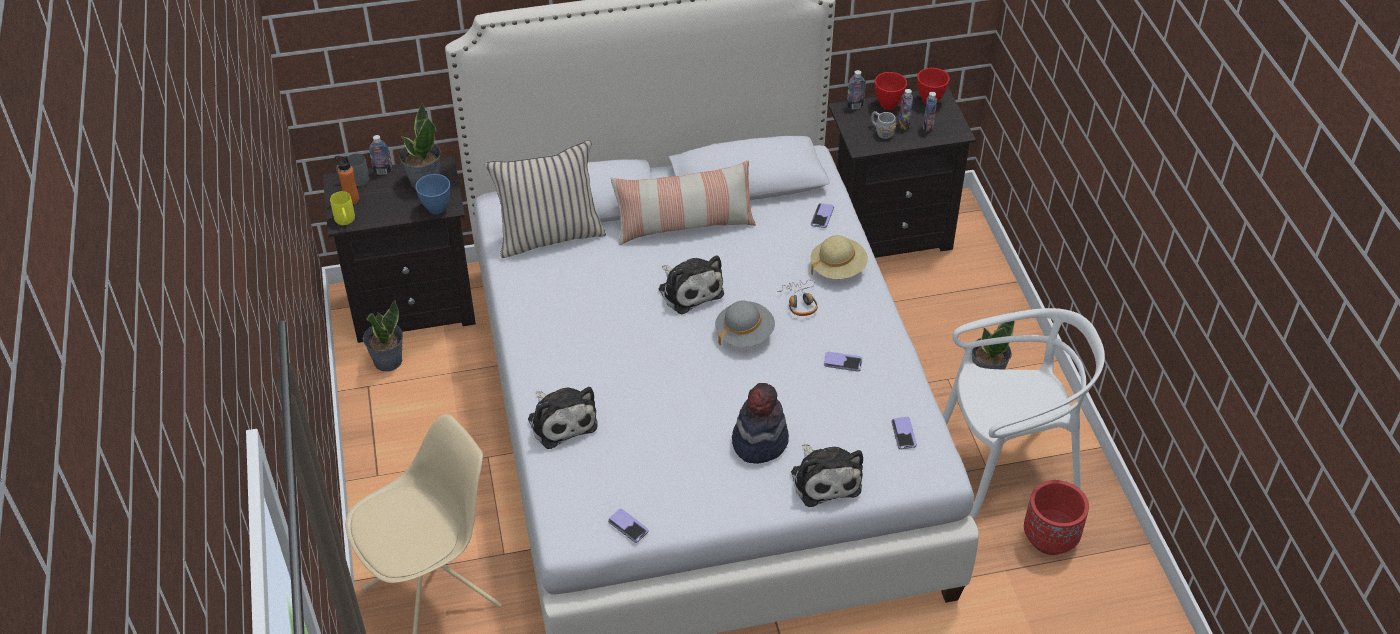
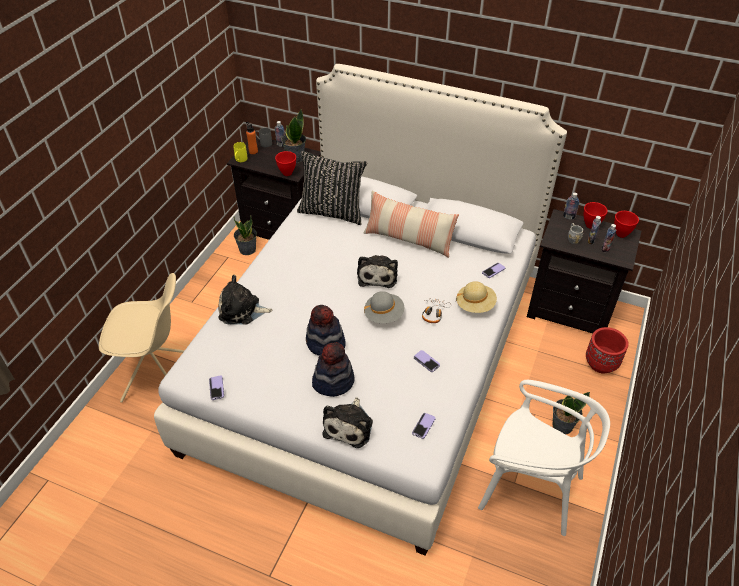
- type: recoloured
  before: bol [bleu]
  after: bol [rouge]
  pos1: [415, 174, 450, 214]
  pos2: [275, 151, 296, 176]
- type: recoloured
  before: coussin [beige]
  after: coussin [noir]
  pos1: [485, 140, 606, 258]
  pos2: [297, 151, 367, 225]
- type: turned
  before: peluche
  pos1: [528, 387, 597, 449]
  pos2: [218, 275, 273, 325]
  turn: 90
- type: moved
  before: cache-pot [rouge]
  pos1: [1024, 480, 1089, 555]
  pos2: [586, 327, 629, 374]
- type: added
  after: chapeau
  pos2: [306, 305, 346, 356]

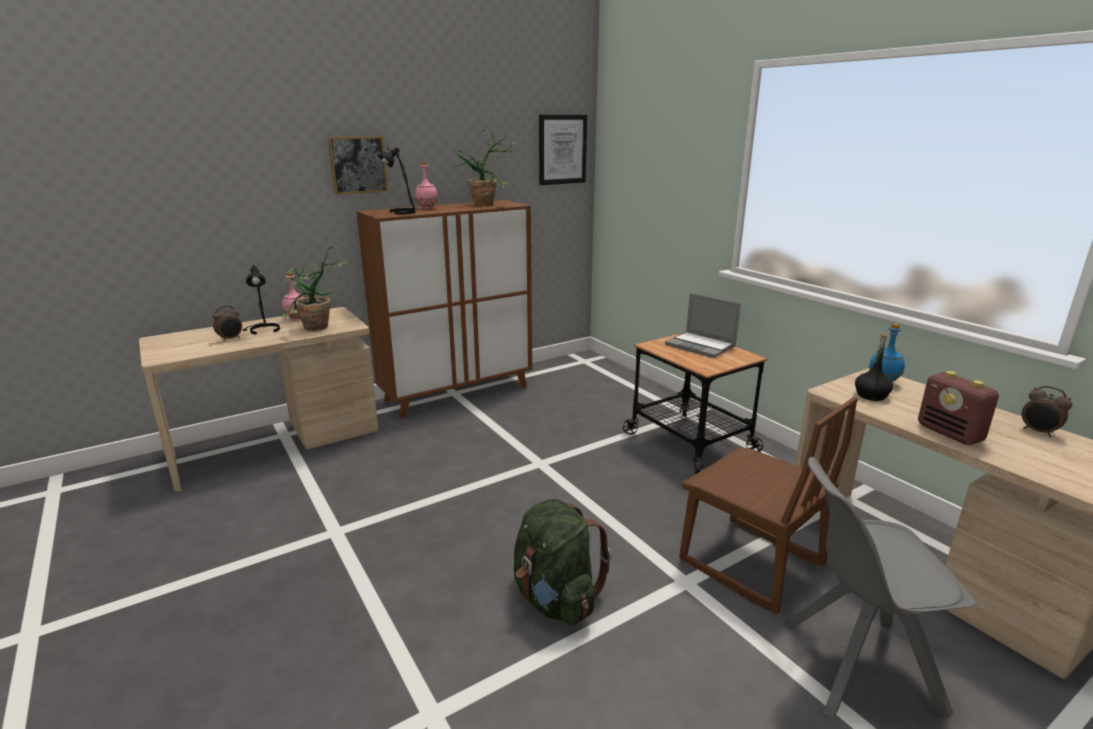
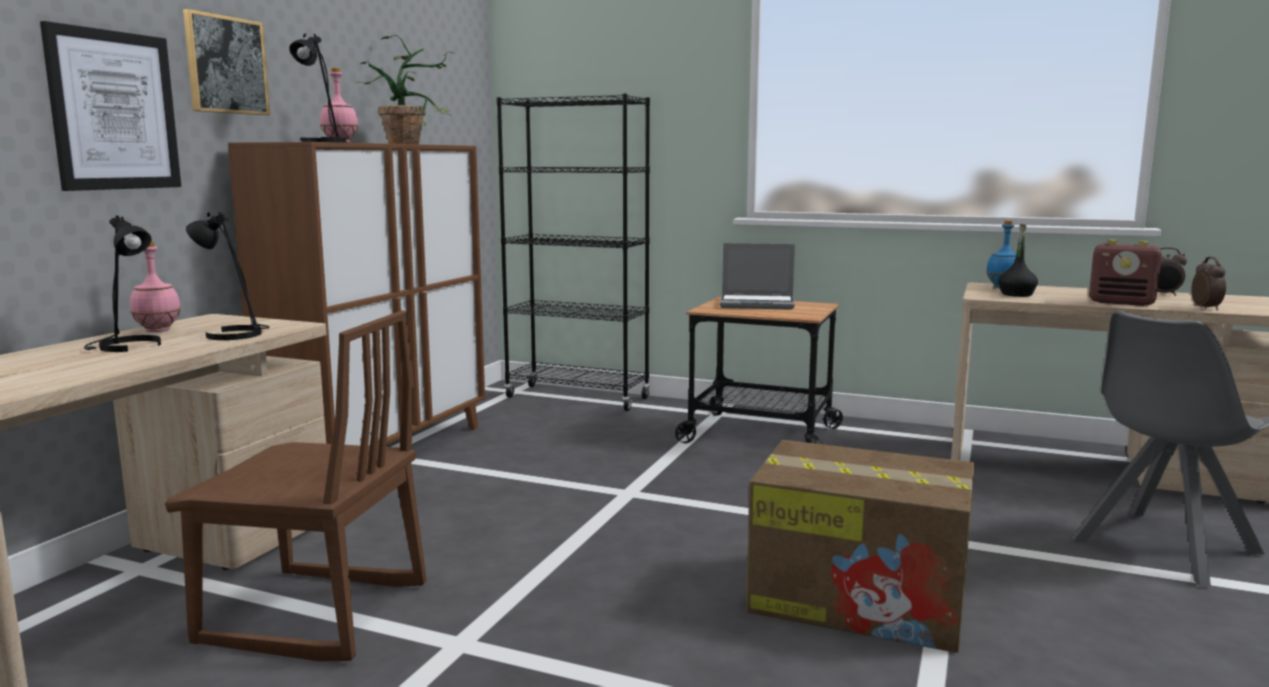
- type: moved
  before: réveil
  pos1: [213, 305, 242, 341]
  pos2: [1191, 257, 1226, 311]
- type: replaced
  before: plante en pot
  after: lampe de table [noir]
  pos1: [281, 246, 349, 331]
  pos2: [186, 212, 270, 340]
- type: replaced
  before: sac à dos [vert]
  after: carton
  pos1: [514, 499, 611, 626]
  pos2: [746, 440, 975, 653]
- type: moved
  before: tableau
  pos1: [539, 115, 587, 185]
  pos2: [40, 21, 181, 191]
- type: moved
  before: chaise [marron]
  pos1: [679, 397, 858, 614]
  pos2: [165, 310, 426, 661]
- type: added
  after: bibliothèque [noir]
  pos2: [496, 94, 650, 411]

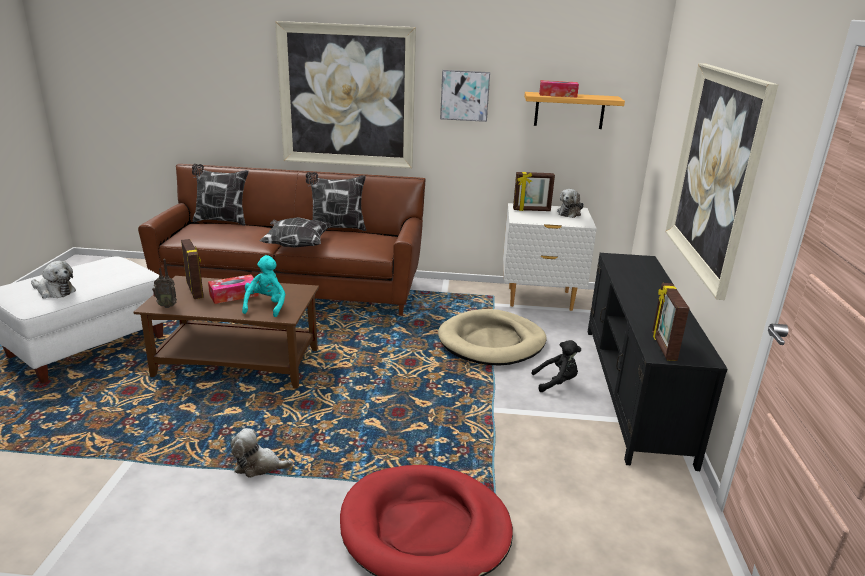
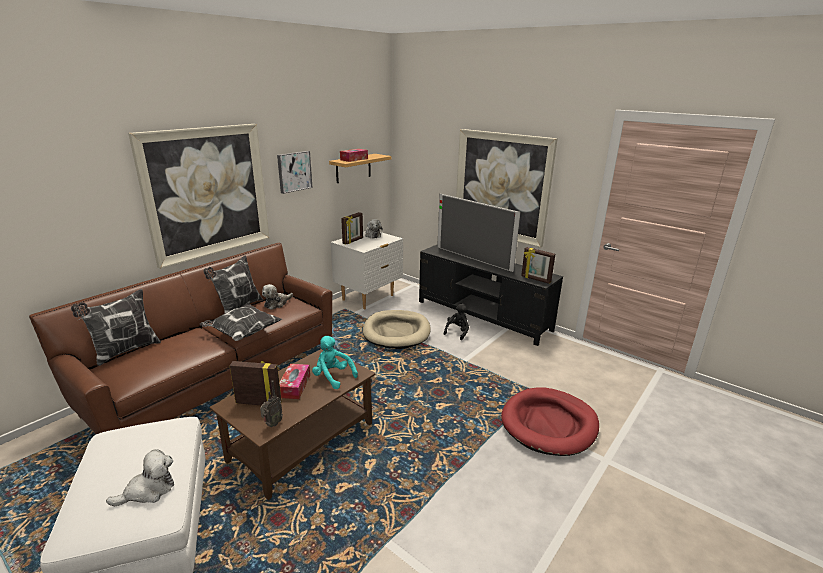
- type: moved
  before: peluche
  pos1: [230, 428, 293, 478]
  pos2: [262, 284, 293, 310]
- type: added
  after: téléviseur
  pos2: [437, 194, 521, 272]

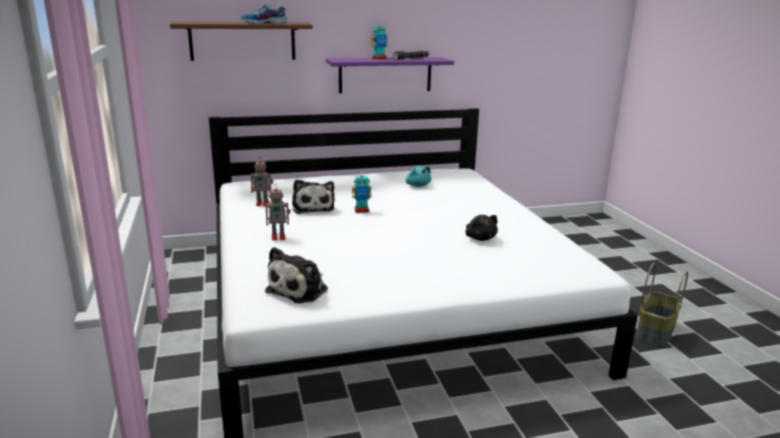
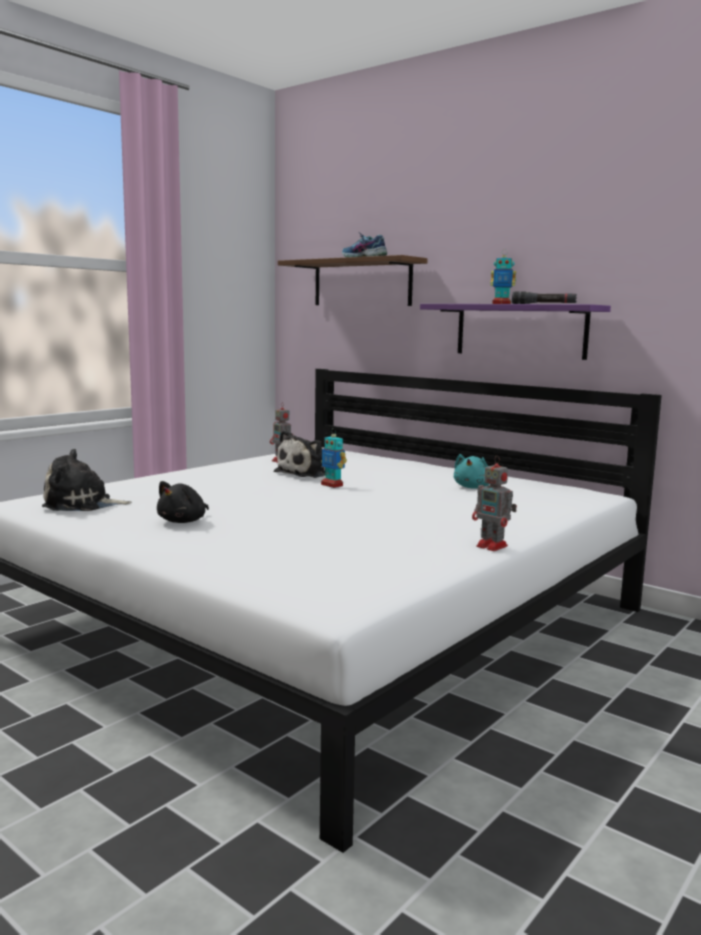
- type: moved
  before: robot jouet
  pos1: [265, 184, 291, 241]
  pos2: [472, 456, 517, 551]
- type: moved
  before: peluche [noir]
  pos1: [465, 215, 498, 241]
  pos2: [157, 481, 209, 523]
- type: removed
  before: panier
  pos1: [636, 263, 688, 347]

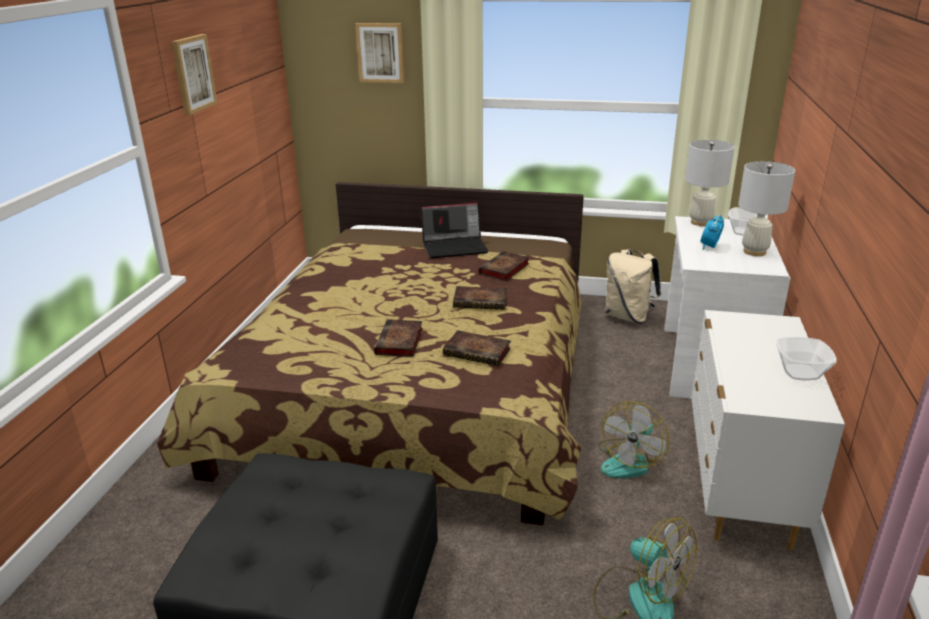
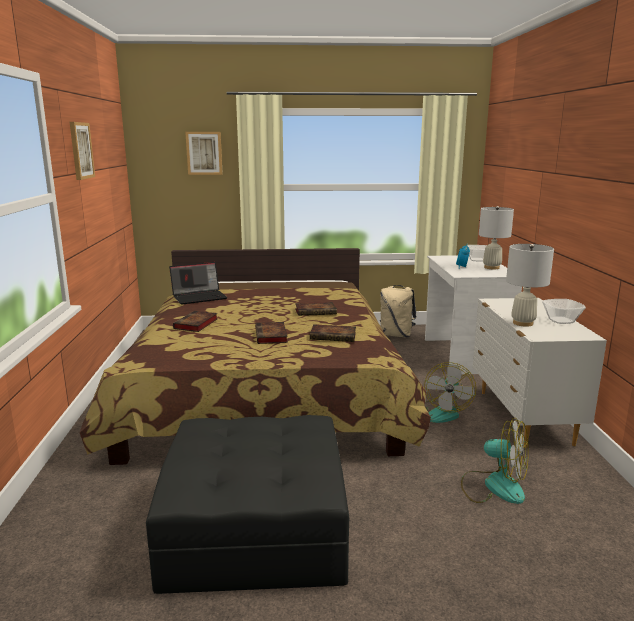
- type: moved
  before: ordinateur portable
  pos1: [421, 201, 489, 258]
  pos2: [169, 262, 228, 305]
- type: moved
  before: livre
  pos1: [479, 251, 530, 281]
  pos2: [173, 311, 218, 332]
- type: moved
  before: lampe de table [blanc]
  pos1: [685, 140, 734, 226]
  pos2: [506, 244, 554, 327]

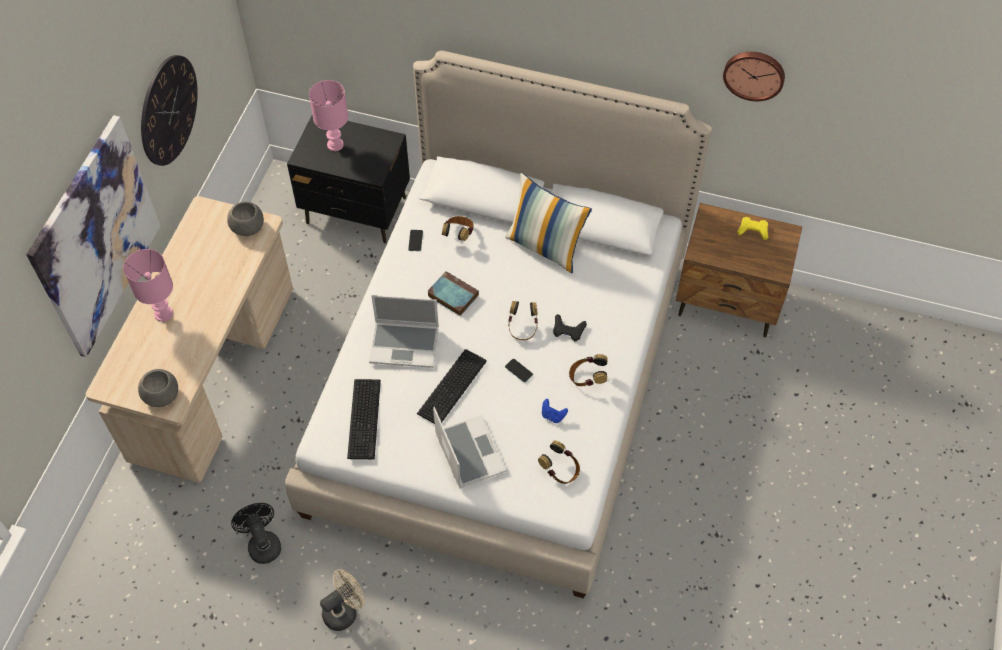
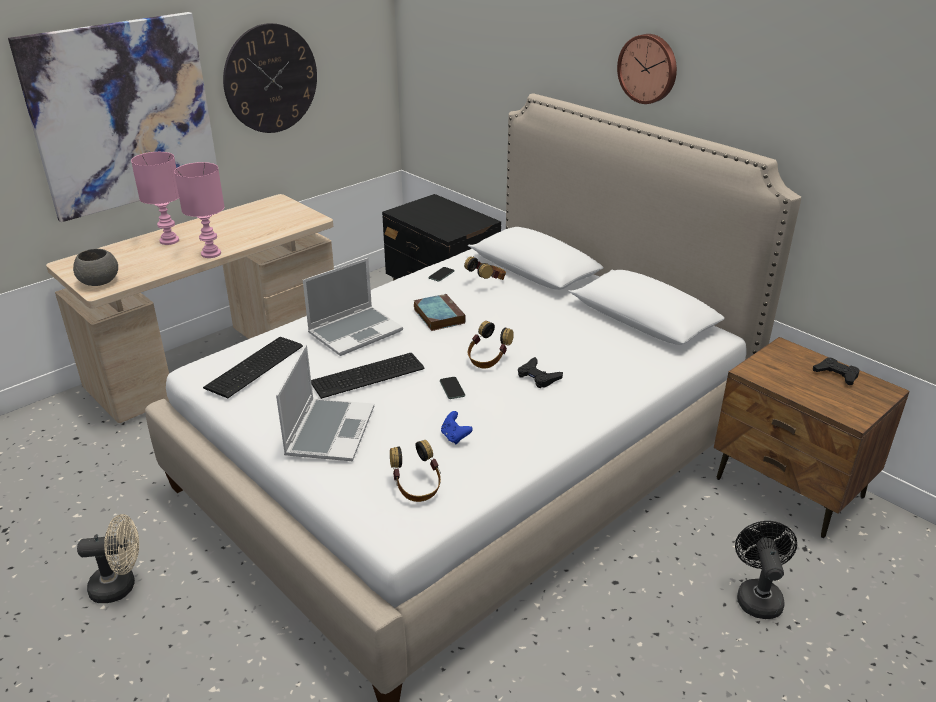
- type: removed
  before: bol [gris]
  pos1: [227, 201, 264, 236]
- type: moved
  before: ventilateur [noir]
  pos1: [231, 503, 281, 564]
  pos2: [735, 521, 797, 619]
- type: moved
  before: lampe de table [rose]
  pos1: [309, 80, 348, 151]
  pos2: [174, 162, 225, 258]
- type: turned
  before: ordinateur portable
  pos1: [369, 295, 439, 368]
  pos2: [303, 258, 403, 356]
  turn: -75
- type: removed
  before: coussin
  pos1: [505, 173, 592, 273]
- type: removed
  before: casque audio
  pos1: [569, 354, 608, 386]
- type: moved
  before: horloge murale
  pos1: [723, 52, 785, 101]
  pos2: [617, 34, 677, 104]
- type: recoloured
  before: manette [jaune]
  after: manette [noir]
  pos1: [737, 217, 768, 240]
  pos2: [813, 357, 860, 385]

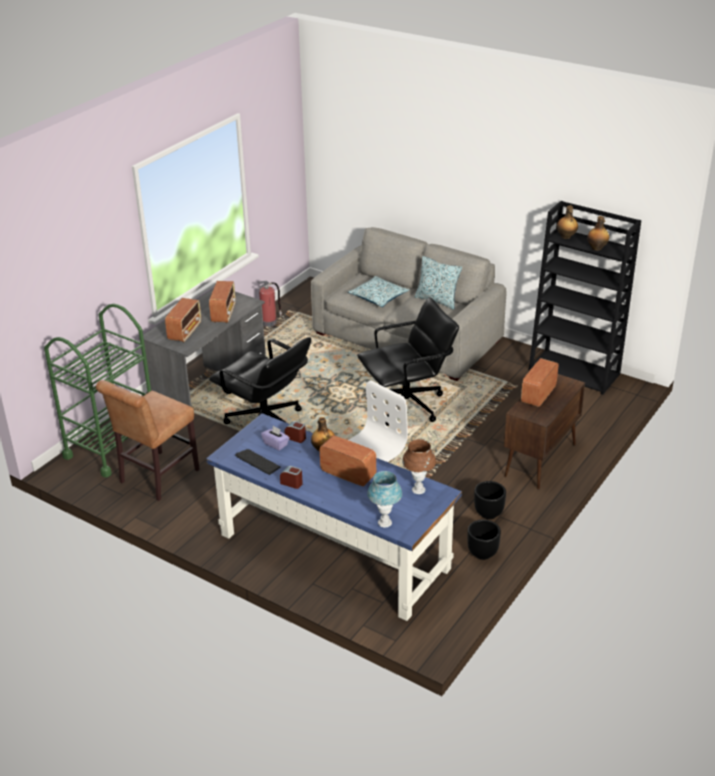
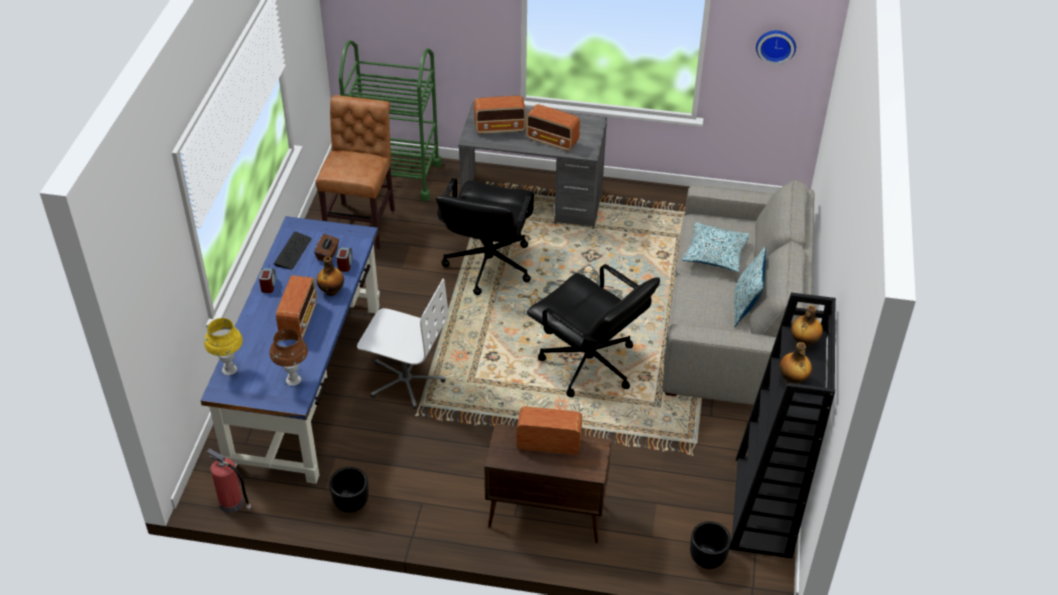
- type: turned
  before: chaise [marron]
  pos1: [96, 380, 200, 501]
  pos2: [315, 95, 395, 249]
  turn: 90
- type: turned
  before: radio
  pos1: [209, 281, 236, 323]
  pos2: [526, 104, 580, 151]
  turn: 45
- type: moved
  before: extincteur
  pos1: [257, 281, 282, 327]
  pos2: [206, 448, 251, 513]
- type: recoloured
  before: boîte à mouchoirs [violet]
  after: boîte à mouchoirs [marron]
  pos1: [261, 426, 290, 451]
  pos2: [314, 234, 339, 261]
- type: recoloured
  before: lampe de table [bleu]
  after: lampe de table [jaune]
  pos1: [367, 471, 402, 528]
  pos2: [204, 318, 243, 375]
- type: moved
  before: cache-pot [noir]
  pos1: [474, 481, 506, 519]
  pos2: [690, 521, 731, 569]
- type: added
  after: horloge murale
  pos2: [756, 30, 796, 65]

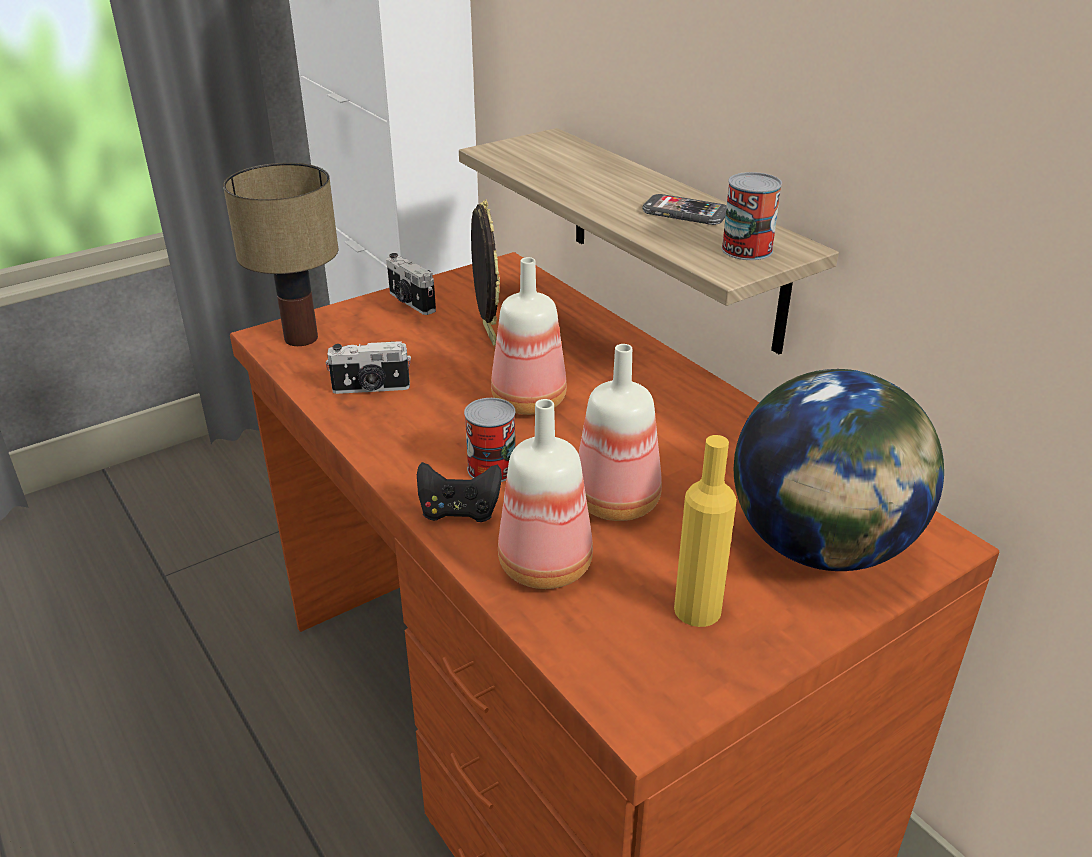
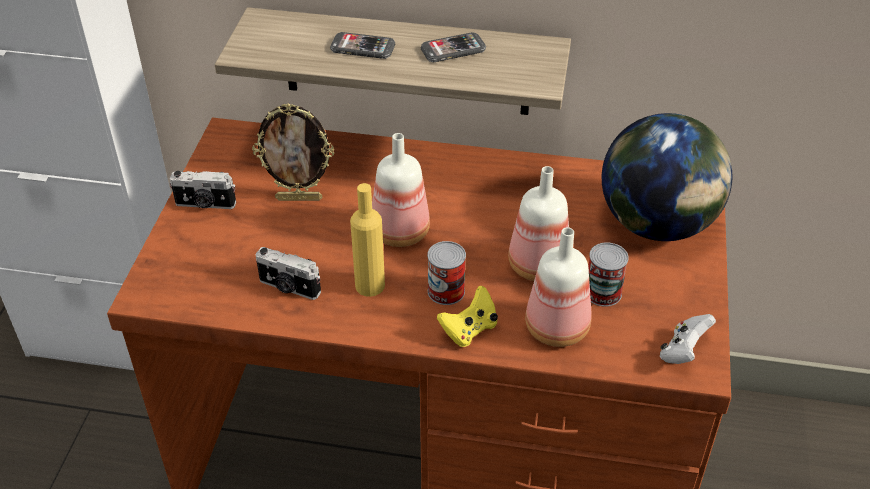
- type: removed
  before: lampe de table
  pos1: [223, 163, 338, 346]
- type: turned
  before: appareil photo
  pos1: [326, 341, 411, 394]
  pos2: [256, 247, 321, 300]
  turn: 75
- type: recoloured
  before: manette [noir]
  after: manette [jaune]
  pos1: [417, 462, 502, 522]
  pos2: [437, 286, 498, 347]
- type: turned
  before: cadre photo
  pos1: [471, 199, 500, 346]
  pos2: [252, 103, 334, 201]
  turn: 150
- type: moved
  before: bouteille [jaune]
  pos1: [674, 435, 737, 627]
  pos2: [350, 183, 385, 297]
- type: moved
  before: boîte métallique
  pos1: [721, 172, 782, 260]
  pos2: [588, 242, 629, 307]
- type: added
  after: téléphone
  pos2: [330, 32, 395, 59]
- type: added
  after: manette [blanc]
  pos2: [660, 314, 716, 364]

